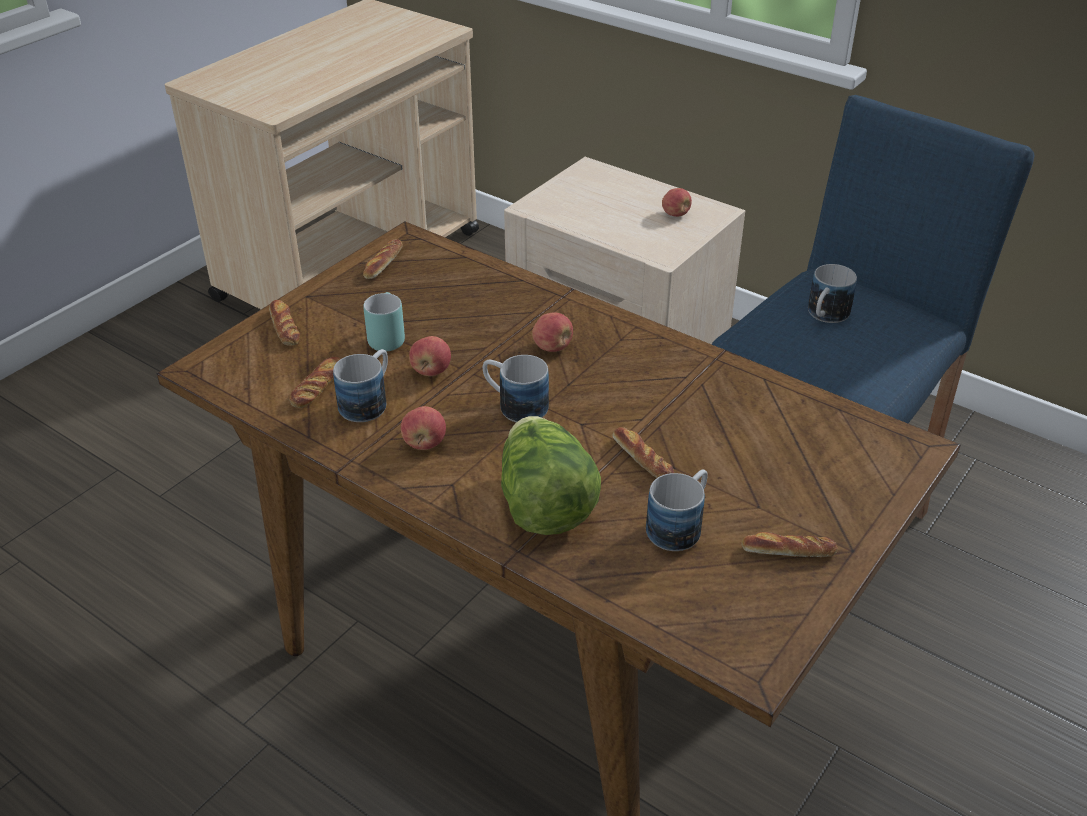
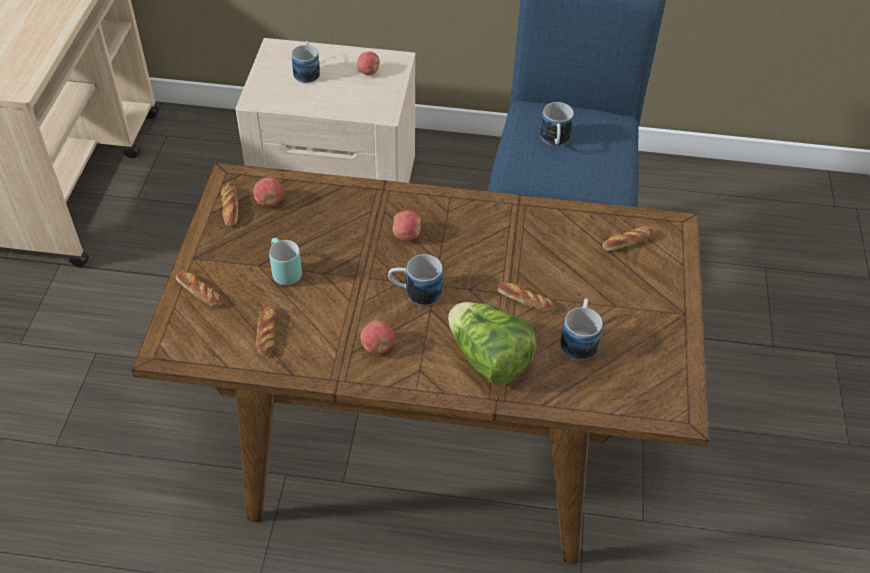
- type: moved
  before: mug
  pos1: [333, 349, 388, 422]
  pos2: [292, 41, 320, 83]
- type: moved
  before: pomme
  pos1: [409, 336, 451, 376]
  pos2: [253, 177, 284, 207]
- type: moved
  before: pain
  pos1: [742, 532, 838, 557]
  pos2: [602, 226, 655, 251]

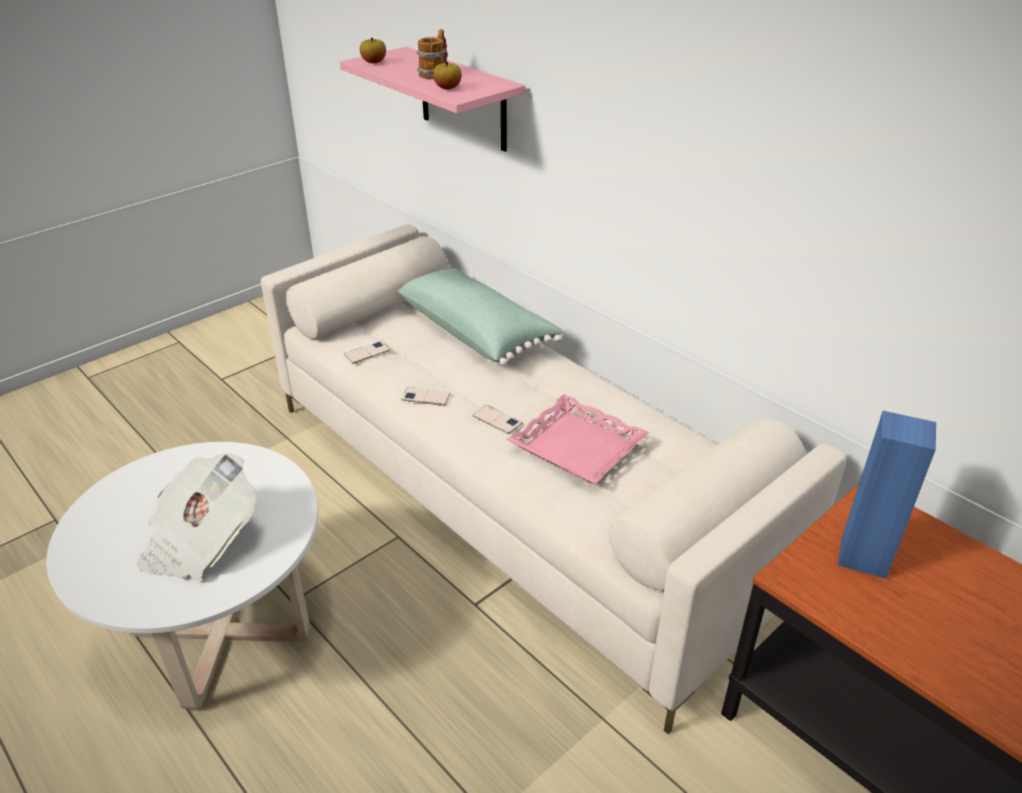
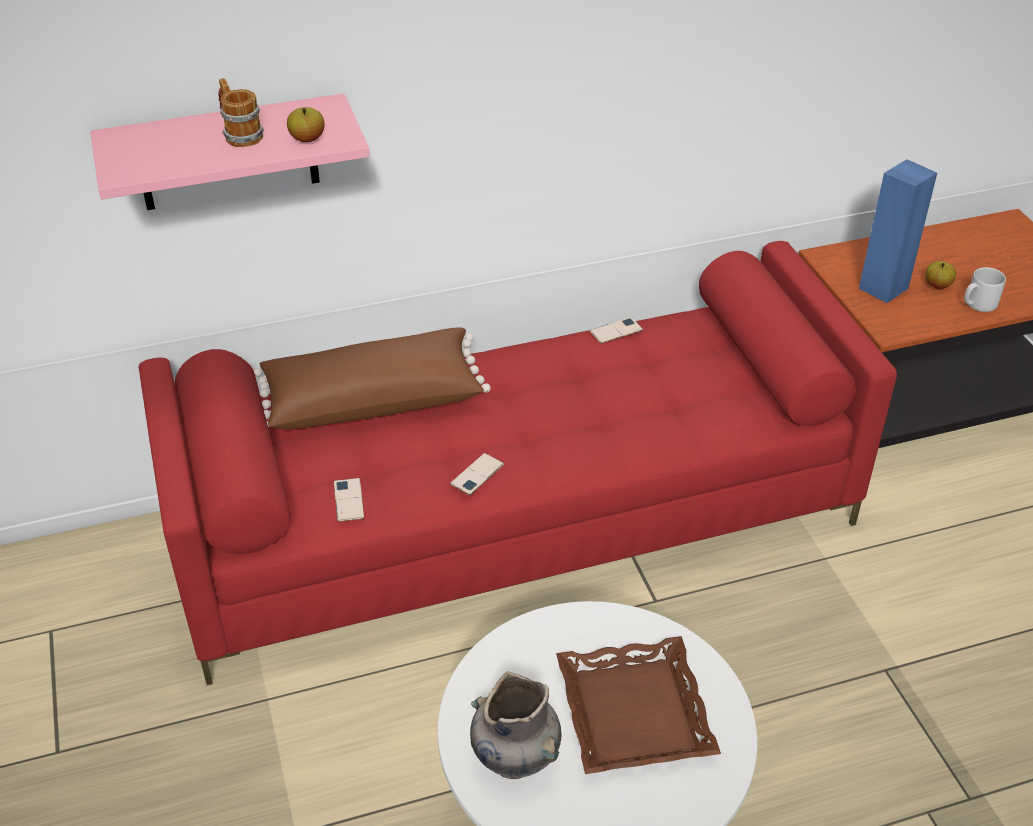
- type: replaced
  before: journal
  after: plateau [marron]
  pos1: [137, 453, 256, 581]
  pos2: [556, 636, 721, 774]
- type: recoloured
  before: canapé [beige]
  after: canapé [rouge]
  pos1: [261, 224, 847, 734]
  pos2: [139, 241, 897, 685]
- type: moved
  before: pomme
  pos1: [360, 38, 386, 63]
  pos2: [925, 261, 956, 289]
- type: recoloured
  before: coussin [vert]
  after: coussin [marron]
  pos1: [398, 268, 563, 366]
  pos2: [253, 328, 491, 429]
- type: moved
  before: téléphone
  pos1: [473, 405, 522, 434]
  pos2: [590, 317, 643, 344]
- type: removed
  before: plateau [rose]
  pos1: [507, 394, 650, 484]
- type: added
  after: vase [gris]
  pos2: [470, 672, 562, 779]
- type: added
  after: mug [gris]
  pos2: [964, 267, 1006, 312]

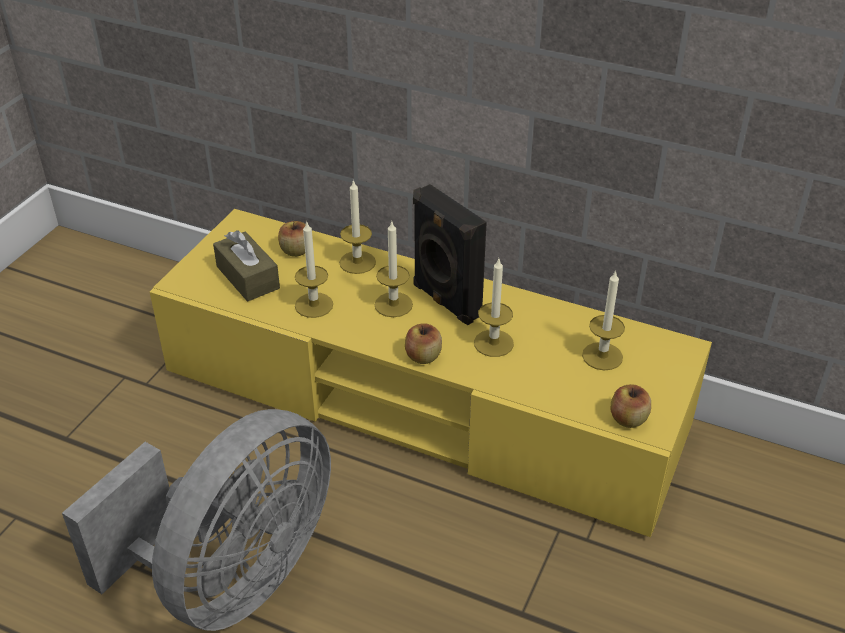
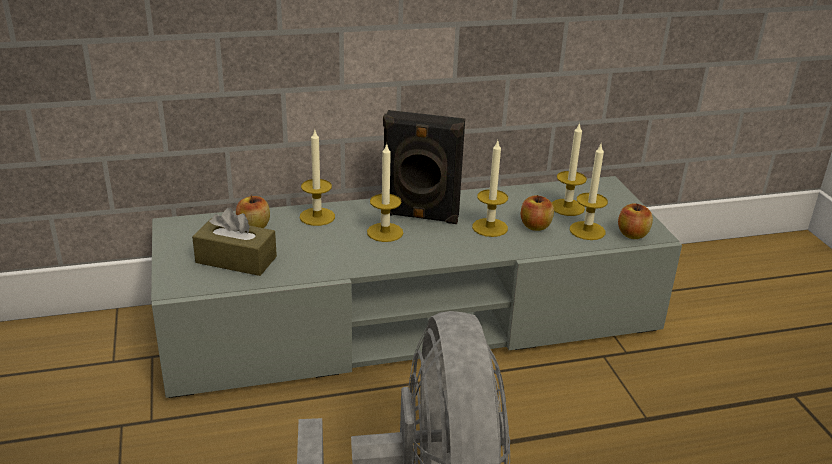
- type: recoloured
  before: meuble télé [jaune]
  after: meuble télé [gris]
  pos1: [150, 209, 712, 537]
  pos2: [151, 176, 682, 398]
- type: moved
  before: bougie
  pos1: [295, 220, 333, 318]
  pos2: [570, 144, 608, 240]
- type: moved
  before: pomme
  pos1: [405, 323, 442, 364]
  pos2: [521, 195, 554, 231]

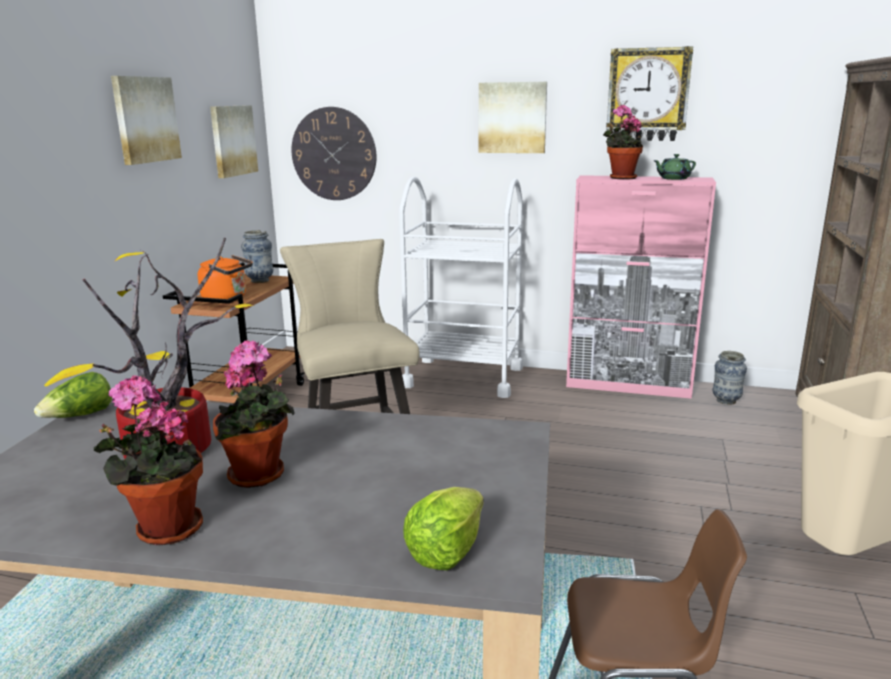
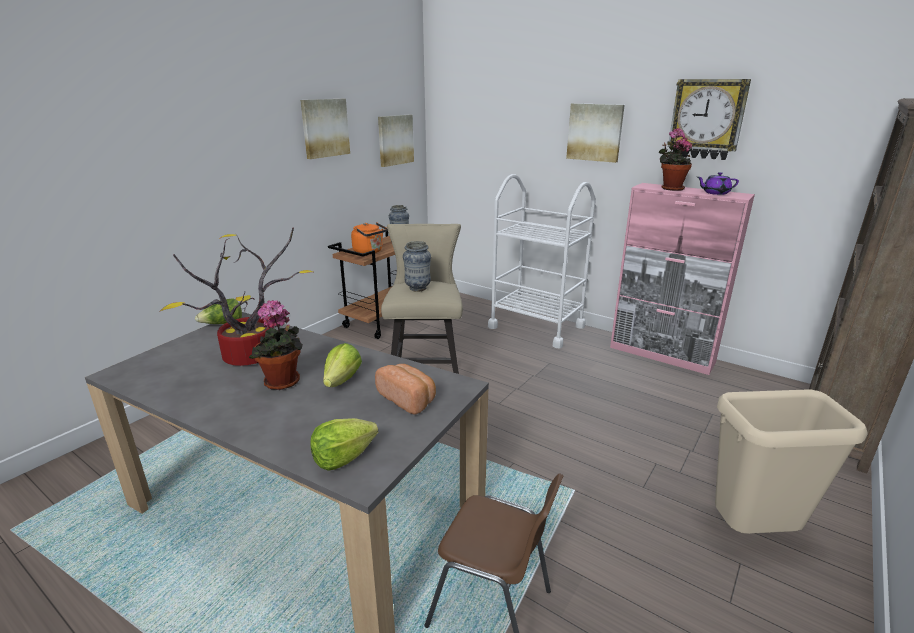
- type: removed
  before: plante en pot
  pos1: [94, 375, 203, 545]
- type: removed
  before: horloge murale
  pos1: [292, 107, 377, 200]
- type: recoloured
  before: théière [vert]
  after: théière [violet]
  pos1: [653, 154, 696, 180]
  pos2: [698, 172, 739, 195]
- type: moved
  before: vase
  pos1: [713, 351, 747, 405]
  pos2: [403, 241, 431, 292]
- type: added
  after: laitue
  pos2: [323, 343, 362, 387]
- type: added
  after: pain
  pos2: [375, 364, 436, 414]

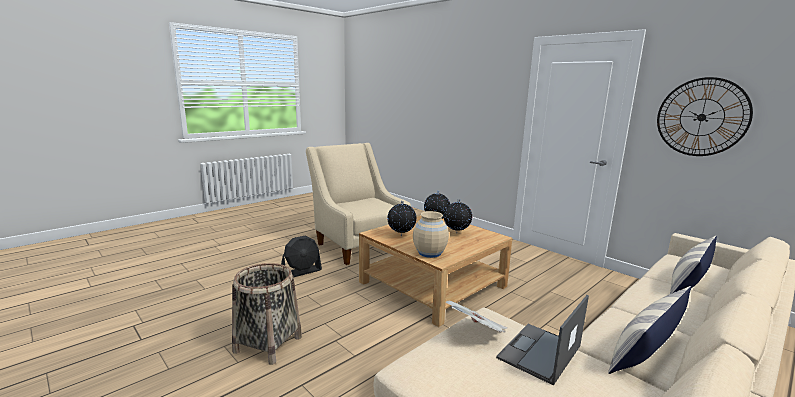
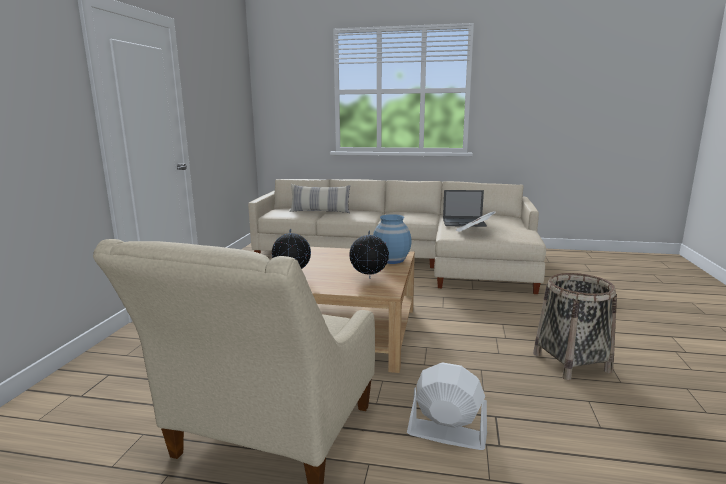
- type: recoloured
  before: ventilateur [noir]
  after: ventilateur [blanc]
  pos1: [281, 235, 322, 277]
  pos2: [407, 362, 487, 450]
- type: recoloured
  before: vase [beige]
  after: vase [bleu]
  pos1: [413, 211, 449, 258]
  pos2: [373, 214, 411, 264]
- type: removed
  before: globe
  pos1: [443, 202, 472, 234]
- type: removed
  before: coussin
  pos1: [608, 286, 691, 374]
- type: removed
  before: horloge murale
  pos1: [657, 77, 753, 156]

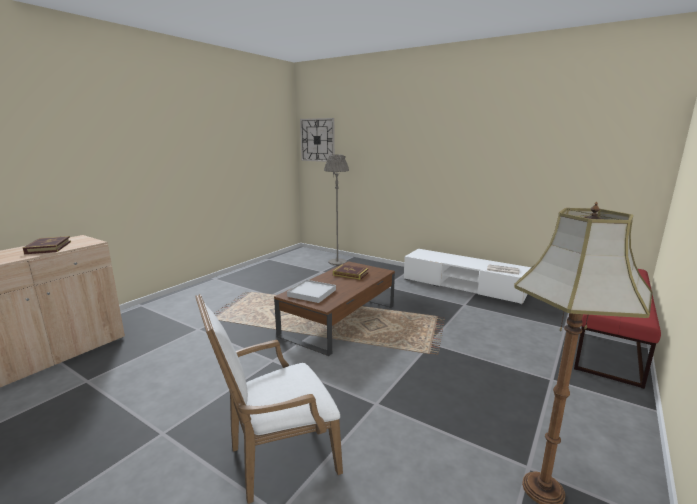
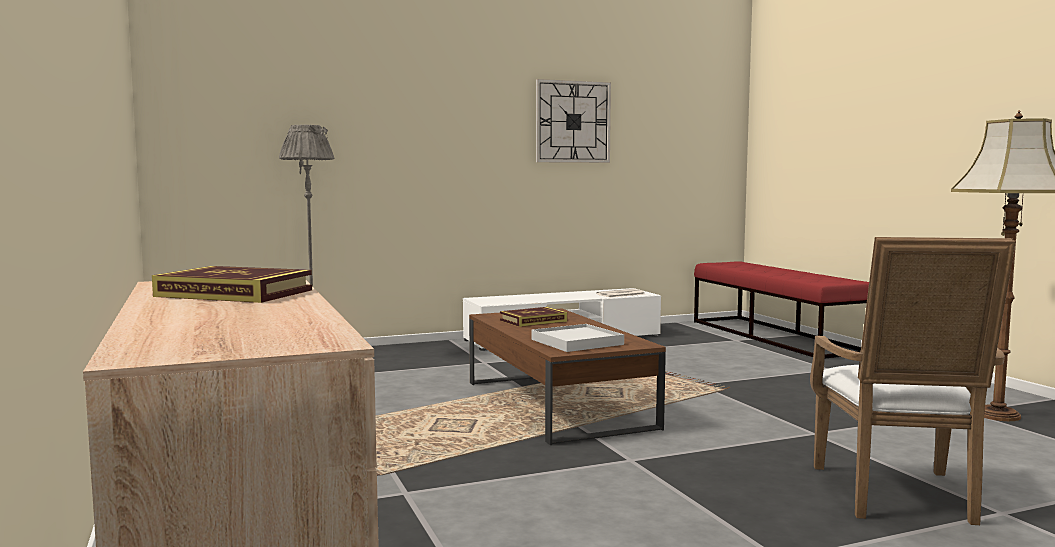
- type: moved
  before: horloge murale
  pos1: [300, 118, 335, 162]
  pos2: [536, 79, 611, 163]

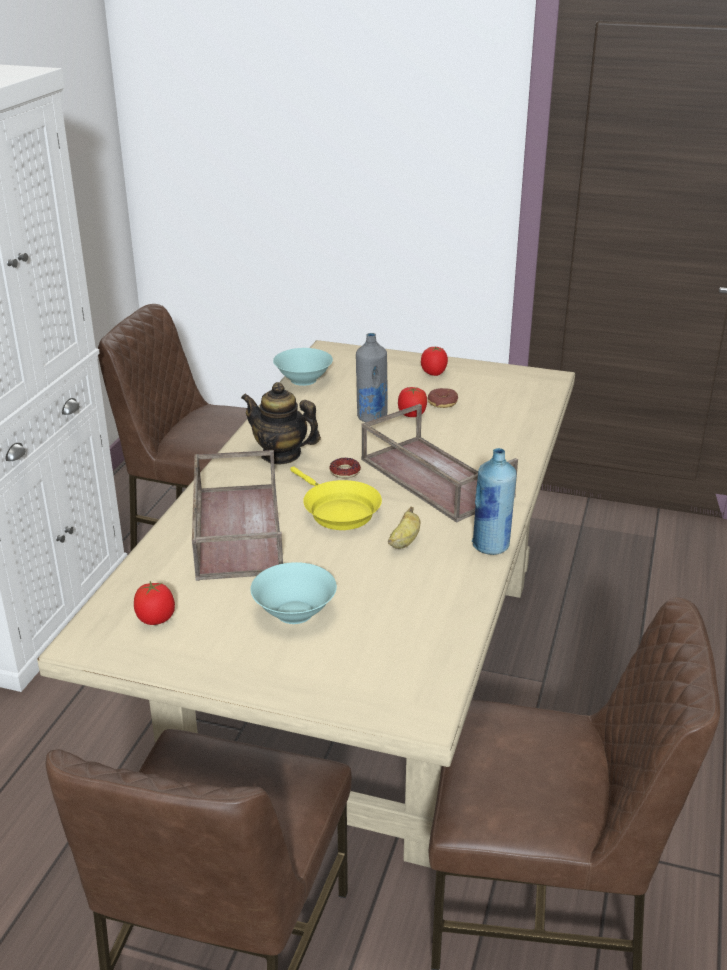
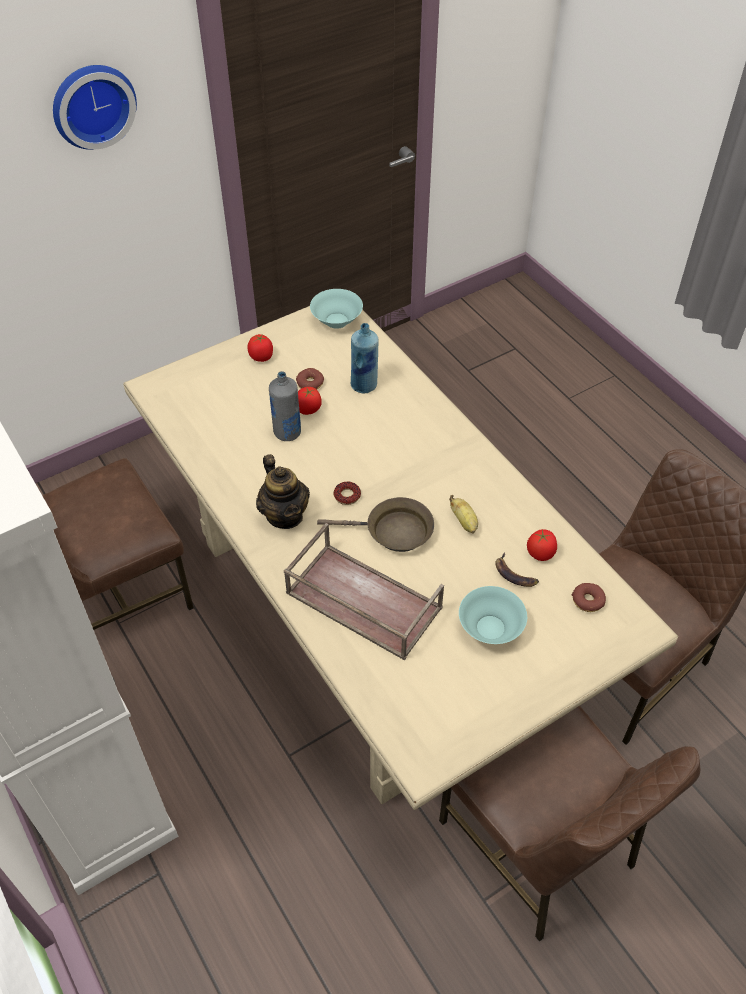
- type: moved
  before: tomate
  pos1: [134, 581, 175, 625]
  pos2: [527, 529, 557, 561]
- type: turned
  before: théière
  pos1: [241, 382, 321, 464]
  pos2: [256, 454, 310, 529]
  turn: -90
- type: moved
  before: bol [turquoise]
  pos1: [273, 348, 333, 386]
  pos2: [310, 289, 363, 329]
- type: recoloured
  before: poêle [jaune]
  after: poêle [marron]
  pos1: [290, 467, 382, 530]
  pos2: [317, 497, 434, 552]
- type: removed
  before: plateau [marron]
  pos1: [361, 404, 518, 523]
- type: moved
  before: bouteille [bleu]
  pos1: [472, 448, 517, 555]
  pos2: [351, 323, 379, 393]
- type: added
  after: horloge murale
  pos2: [53, 65, 137, 150]
- type: added
  after: banane
  pos2: [495, 552, 539, 587]
- type: added
  after: beignet
  pos2: [572, 583, 606, 612]

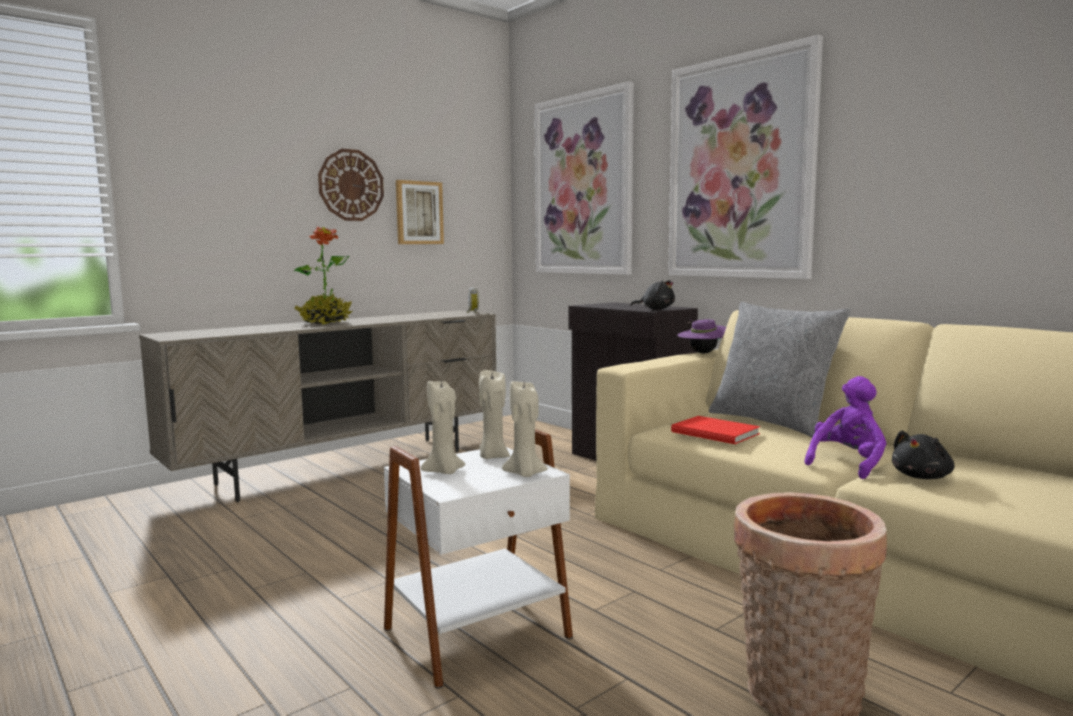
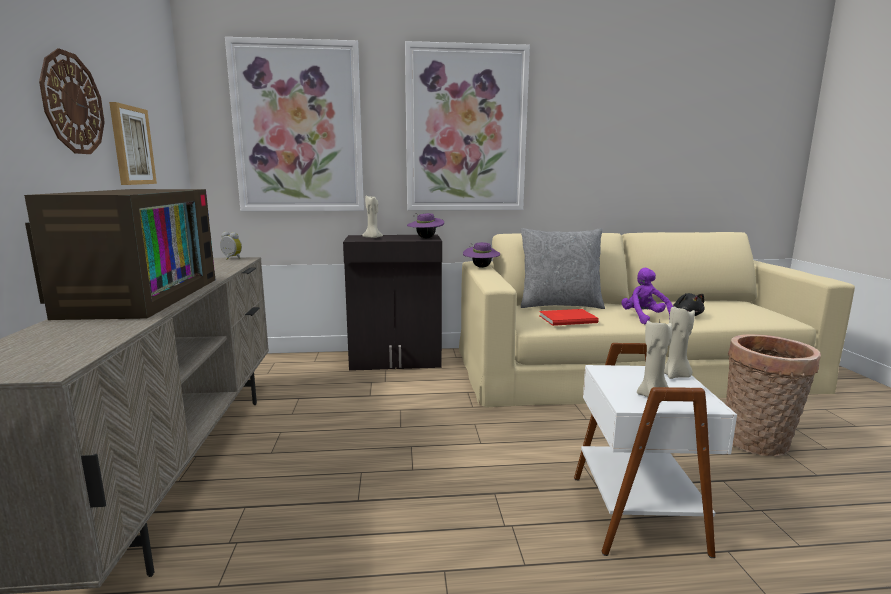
- type: replaced
  before: plante en pot
  after: téléviseur
  pos1: [294, 227, 352, 324]
  pos2: [24, 189, 215, 320]
- type: moved
  before: bougie [beige]
  pos1: [479, 370, 510, 459]
  pos2: [362, 196, 383, 238]
- type: replaced
  before: peluche [noir]
  after: chapeau [violet]
  pos1: [631, 280, 675, 309]
  pos2: [407, 213, 444, 238]

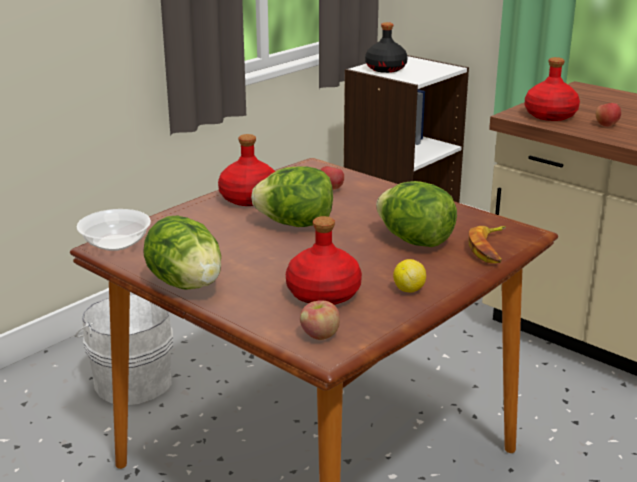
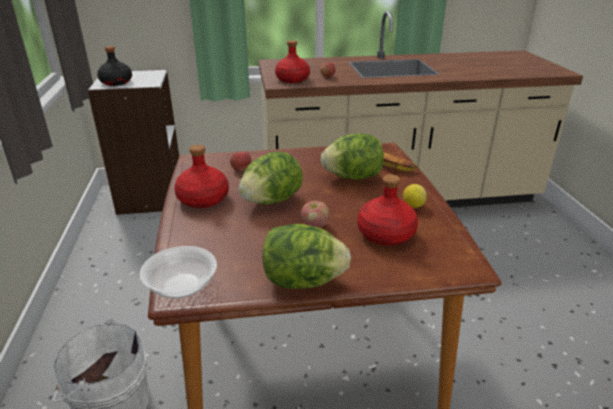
- type: moved
  before: pomme
  pos1: [300, 300, 340, 340]
  pos2: [301, 201, 329, 228]

